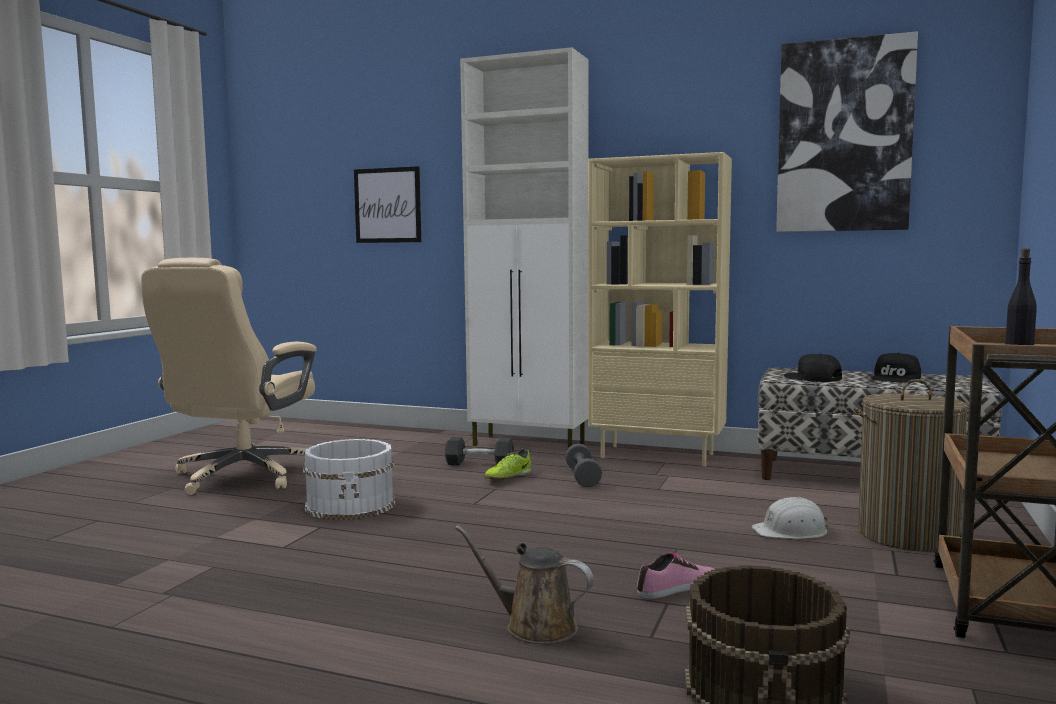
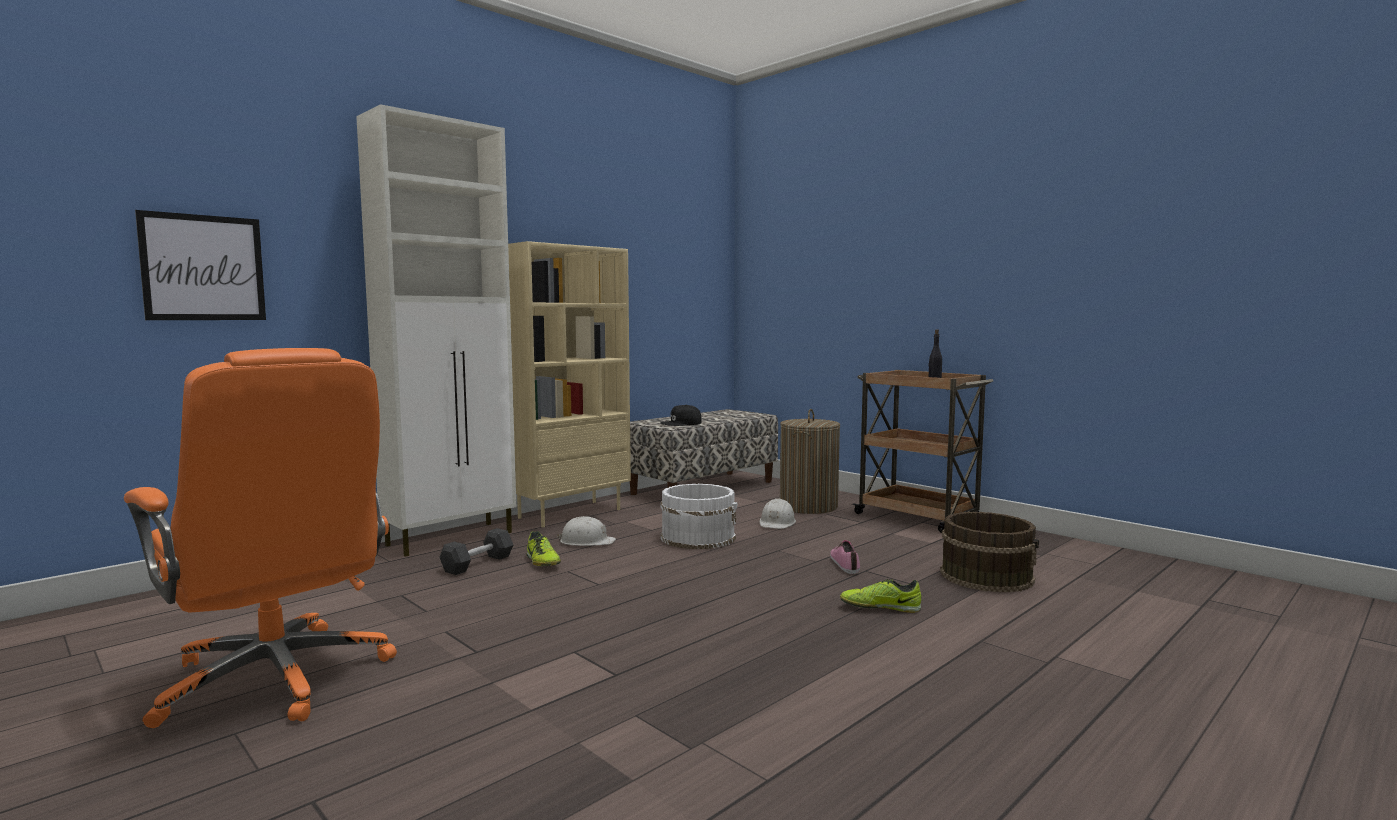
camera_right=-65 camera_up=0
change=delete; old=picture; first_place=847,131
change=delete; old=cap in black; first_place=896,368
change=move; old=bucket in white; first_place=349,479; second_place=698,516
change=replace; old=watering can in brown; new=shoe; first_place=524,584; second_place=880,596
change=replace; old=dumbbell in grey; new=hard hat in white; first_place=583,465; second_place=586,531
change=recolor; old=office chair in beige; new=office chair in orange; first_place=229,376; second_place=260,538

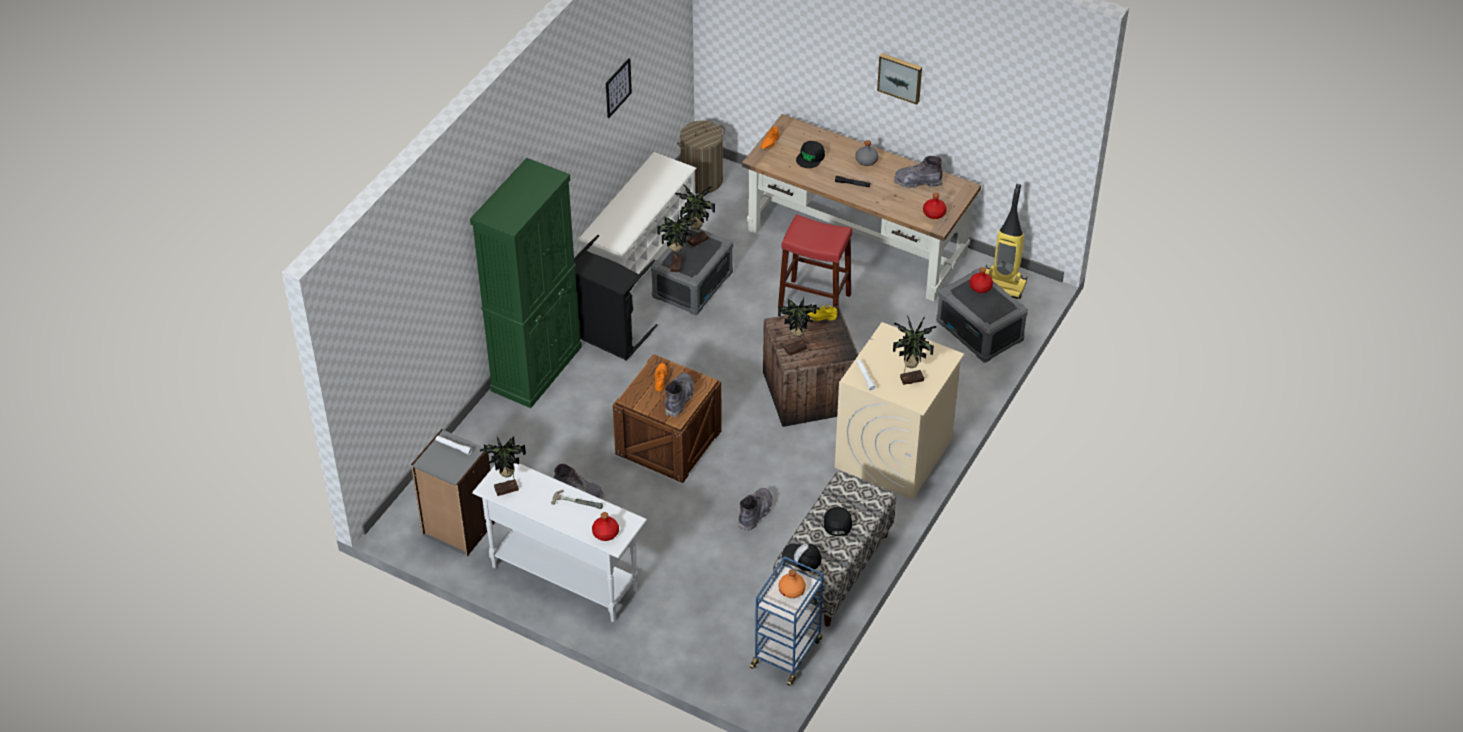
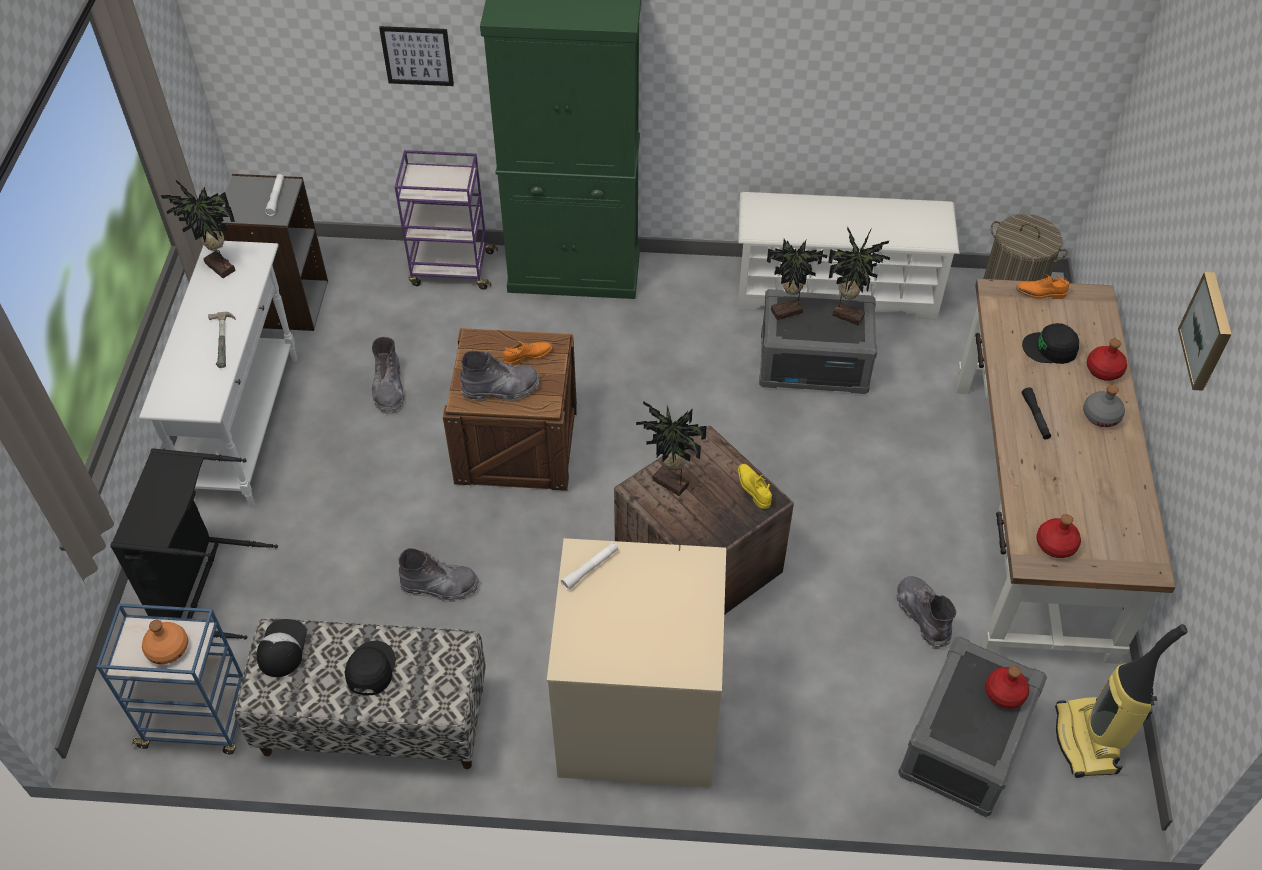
camera_right=65 camera_up=5
change=delete; old=stool in red; first_place=815,261
change=delete; old=potted plant; first_place=914,350
change=insert; new=cart in purple; second_place=446,220
change=move; old=laundry basket in black; first_place=616,298; second_place=194,543
change=move; old=bottle in red; first_place=605,526; second_place=1107,360
change=move; old=picture; first_place=619,88; second_place=416,56
change=move; old=boot in grey; first_place=918,172; second_place=926,612
change=rotate; old=cap in black; first_place=838,521; second_place=370,668; degrees=-60

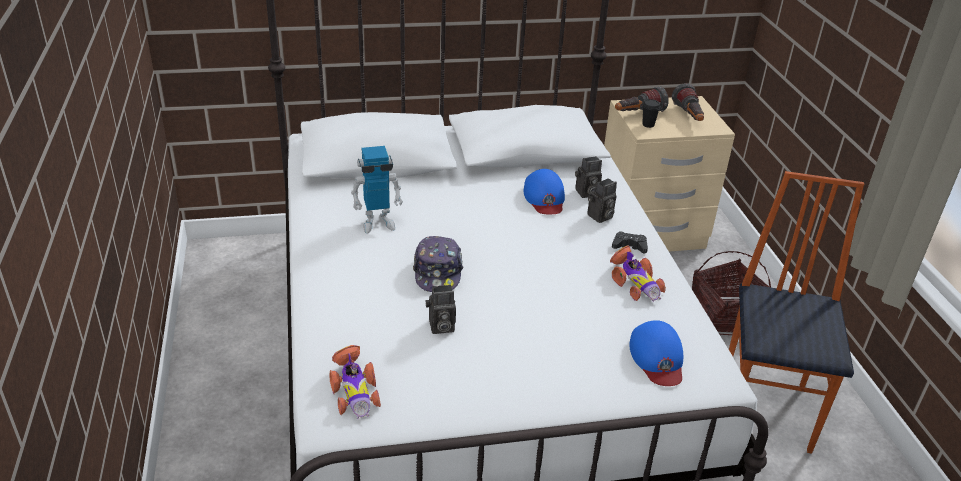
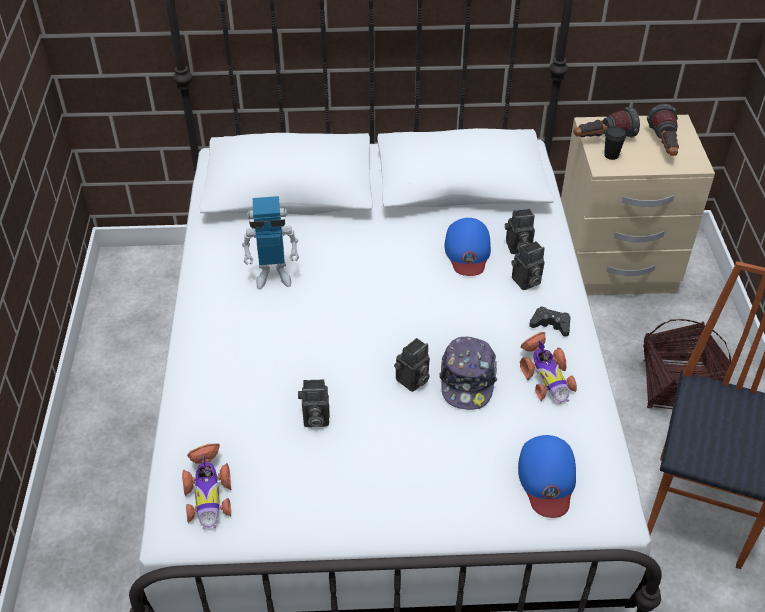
camera_right=10 camera_up=10
change=insert; new=photo camera; second_place=412,365
change=move; old=cap; first_place=438,264; second_place=468,373

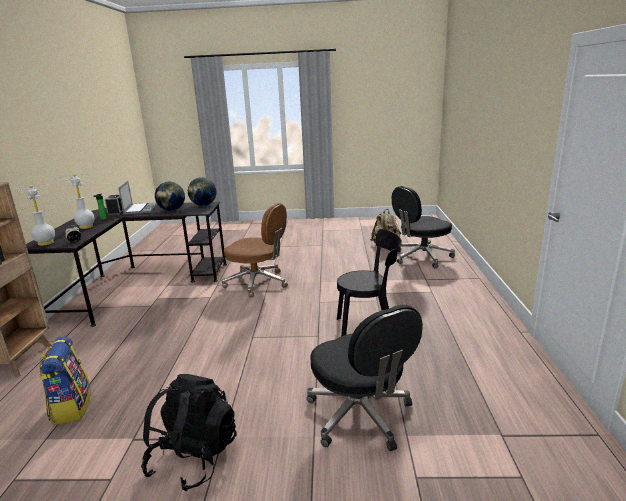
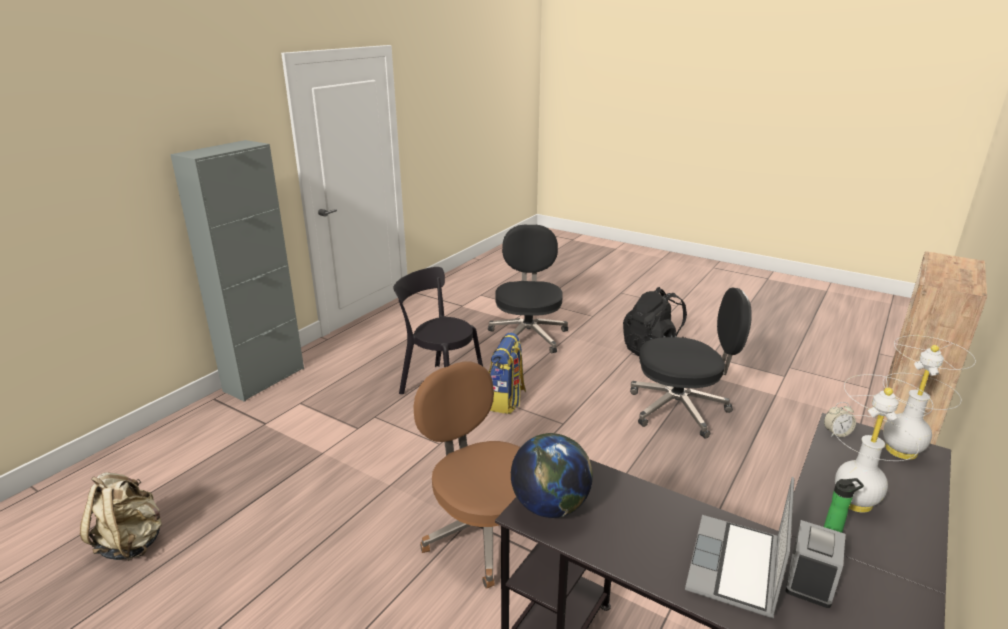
camera_right=-150 camera_up=5
change=delete; old=globe; first_place=170,196
change=insert; new=cabinet in grey; second_place=237,271
change=move; old=backpack; first_place=64,381; second_place=507,373
change=move; old=office chair in black; first_place=423,227; second_place=691,363

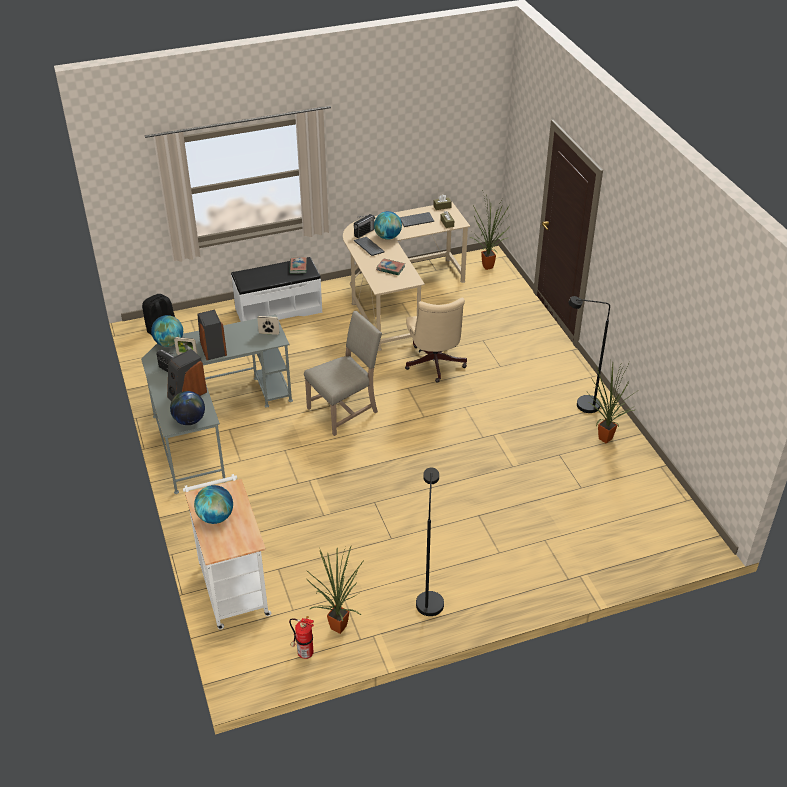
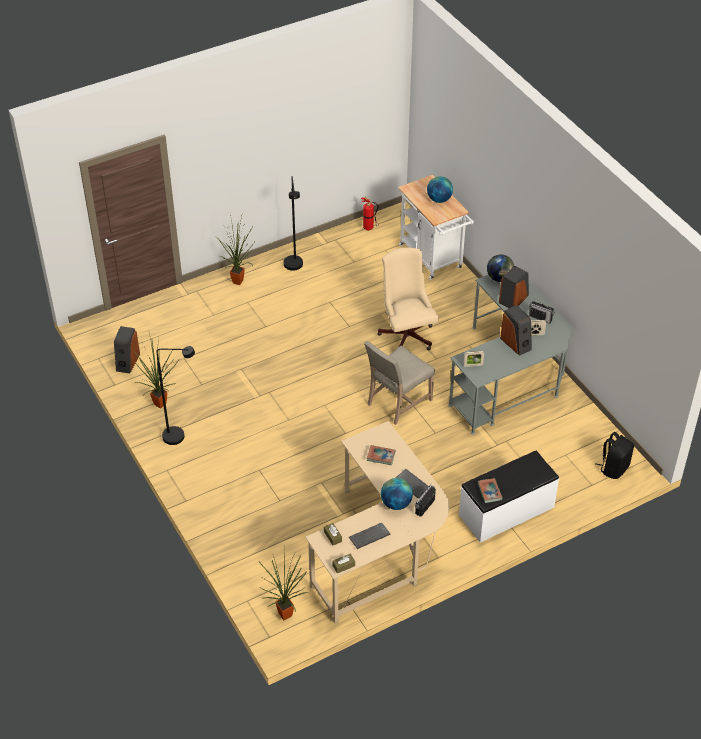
camera_right=170 camera_up=5
change=delete; old=globe; first_place=167,331
change=insert; new=speaker; second_place=127,349
change=move; old=potted plant; first_place=335,590; second_place=235,248
change=move; old=office chair in beige; first_place=436,340; second_place=408,299

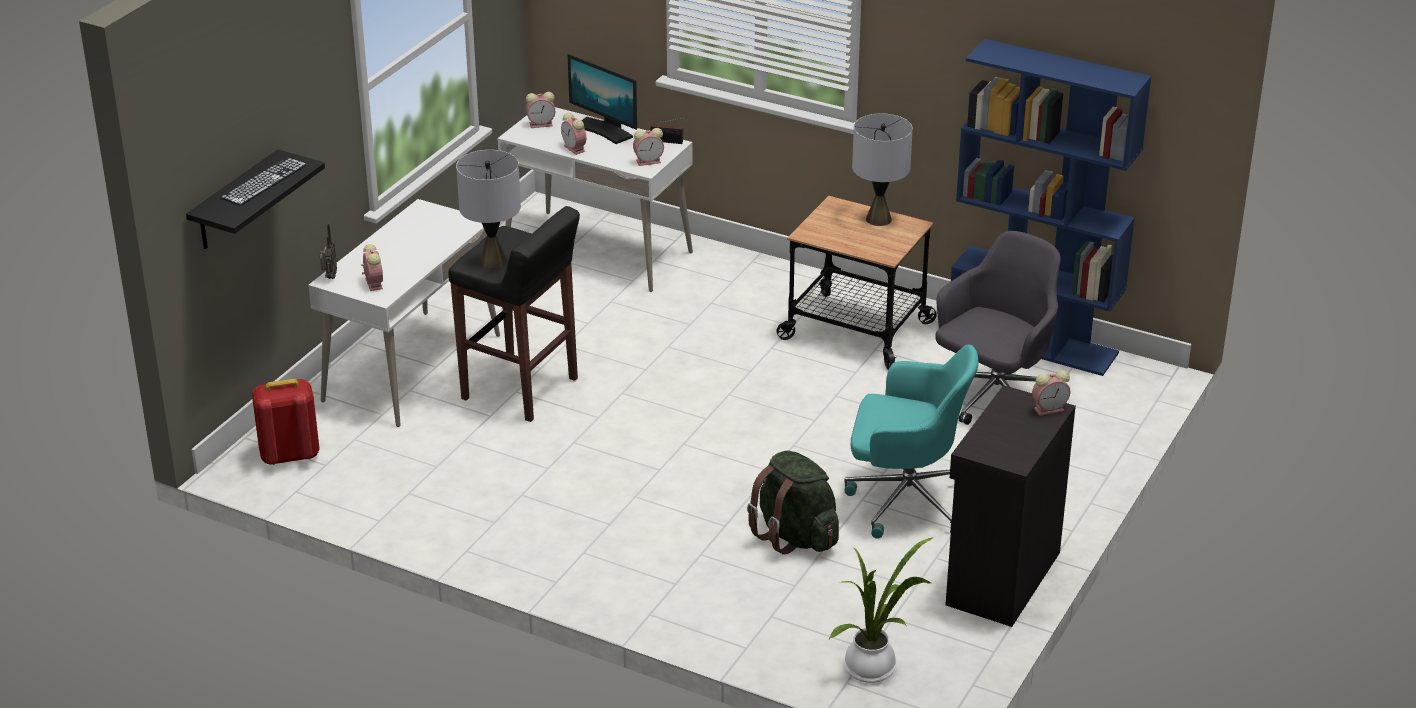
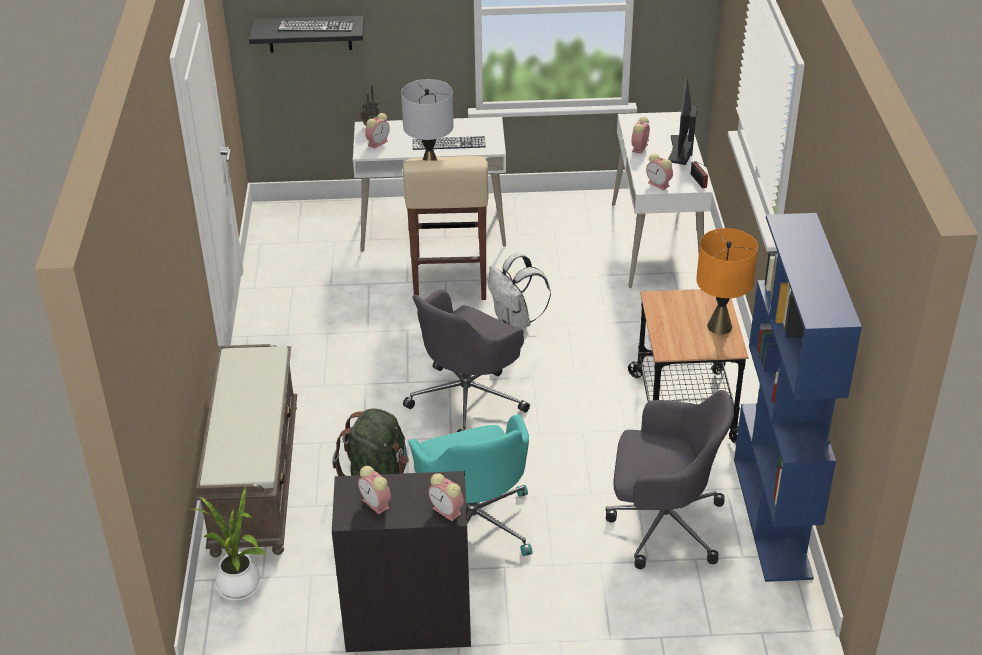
camera_right=60 camera_up=5
change=delete; old=backpack in red; first_place=286,422
change=insert; new=bench in brown; second_place=246,451
change=insert; new=office chair in grey; second_place=466,360
change=insert; new=keyboard; second_place=449,143
change=insert; new=backpack in white; second_place=519,291
change=move; old=alarm clock; first_place=540,110; second_place=374,490
change=recolor; old=stool in black; new=stool in beige; first_place=514,314; second_place=446,228
change=recolor; old=table lamp in grey; new=table lamp in orange; first_place=882,169; second_place=727,281

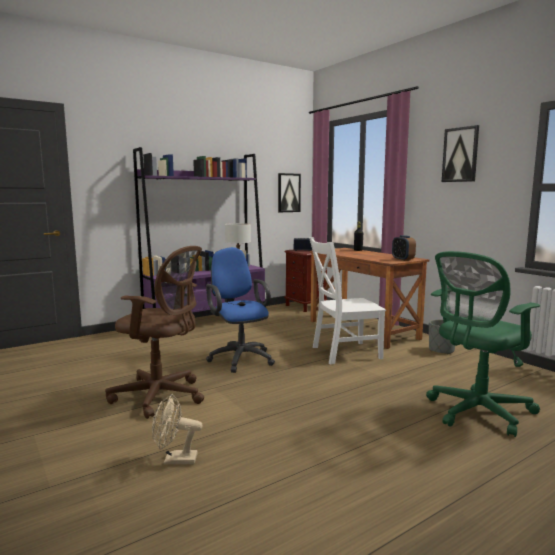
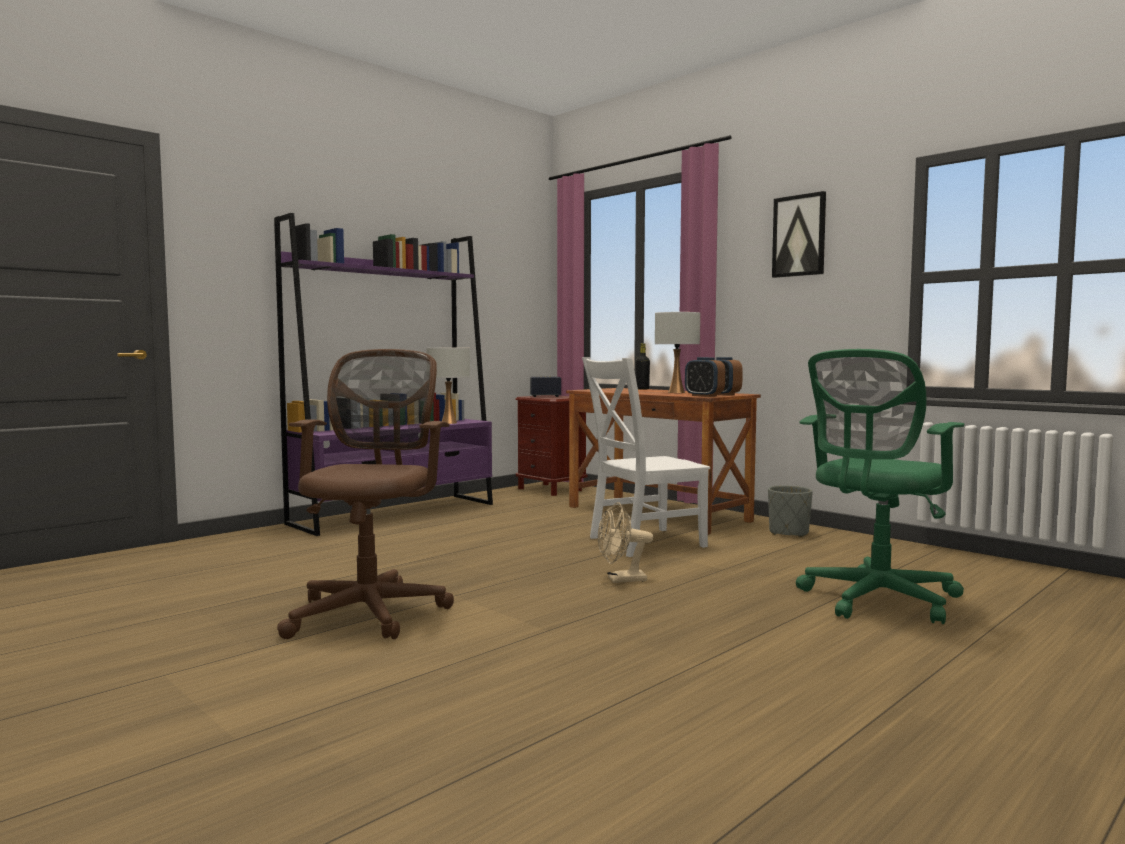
camera_right=-10 camera_up=-5
change=delete; old=office chair in blue; first_place=240,310
change=delete; old=picture; first_place=289,192
change=insert; new=table lamp in white; second_place=677,352
change=insert; new=alarm clock; second_place=705,377
change=move; old=fan in beige; first_place=177,429; second_place=625,542
change=rotate; old=office chair in brown; first_place=154,332; second_place=365,494; degrees=-90

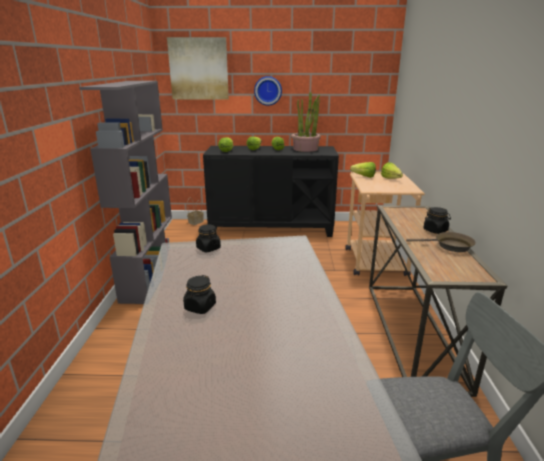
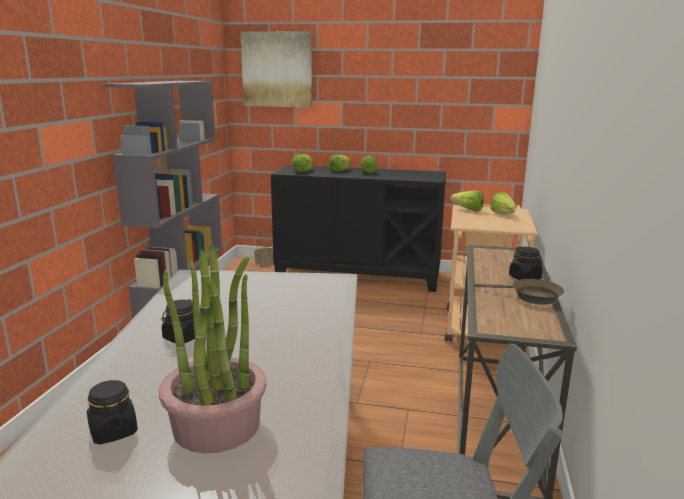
camera_right=10 camera_up=-5
change=delete; old=wall clock; first_place=268,91
change=move; old=jar in black; first_place=208,238; second_place=112,412
change=move; old=potted plant; first_place=306,122; second_place=213,349

